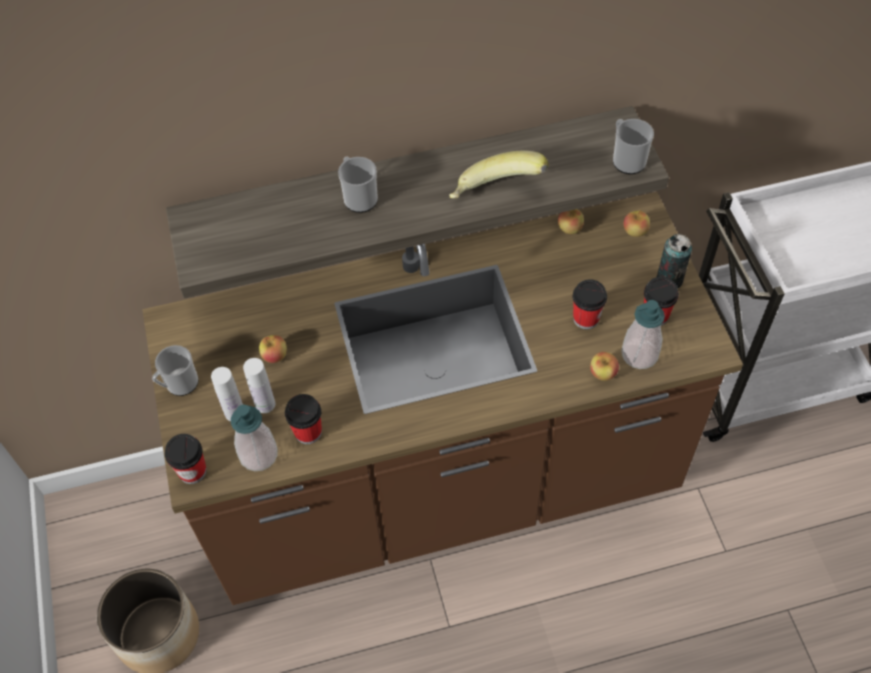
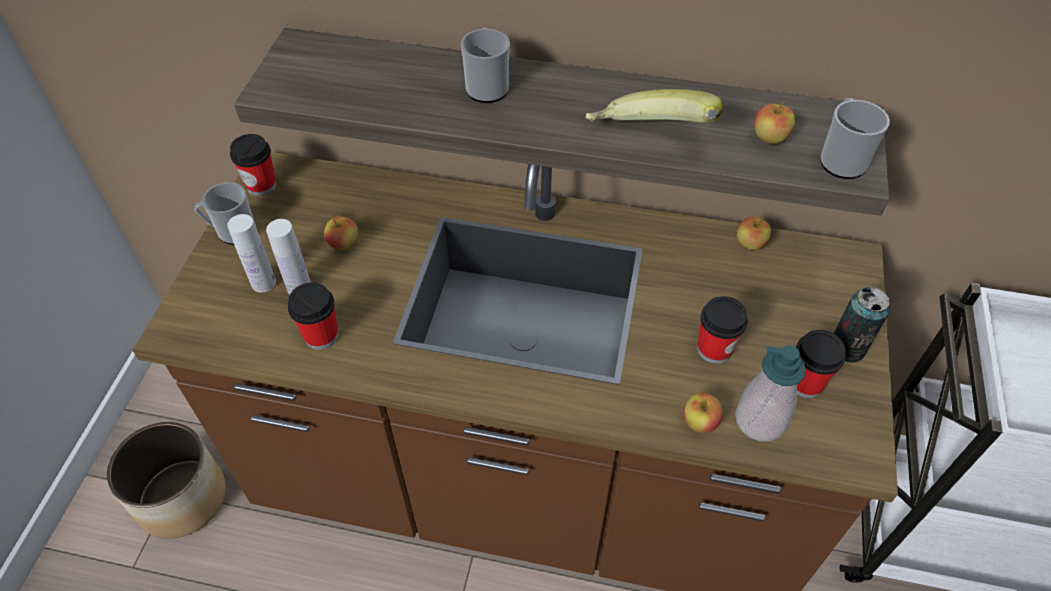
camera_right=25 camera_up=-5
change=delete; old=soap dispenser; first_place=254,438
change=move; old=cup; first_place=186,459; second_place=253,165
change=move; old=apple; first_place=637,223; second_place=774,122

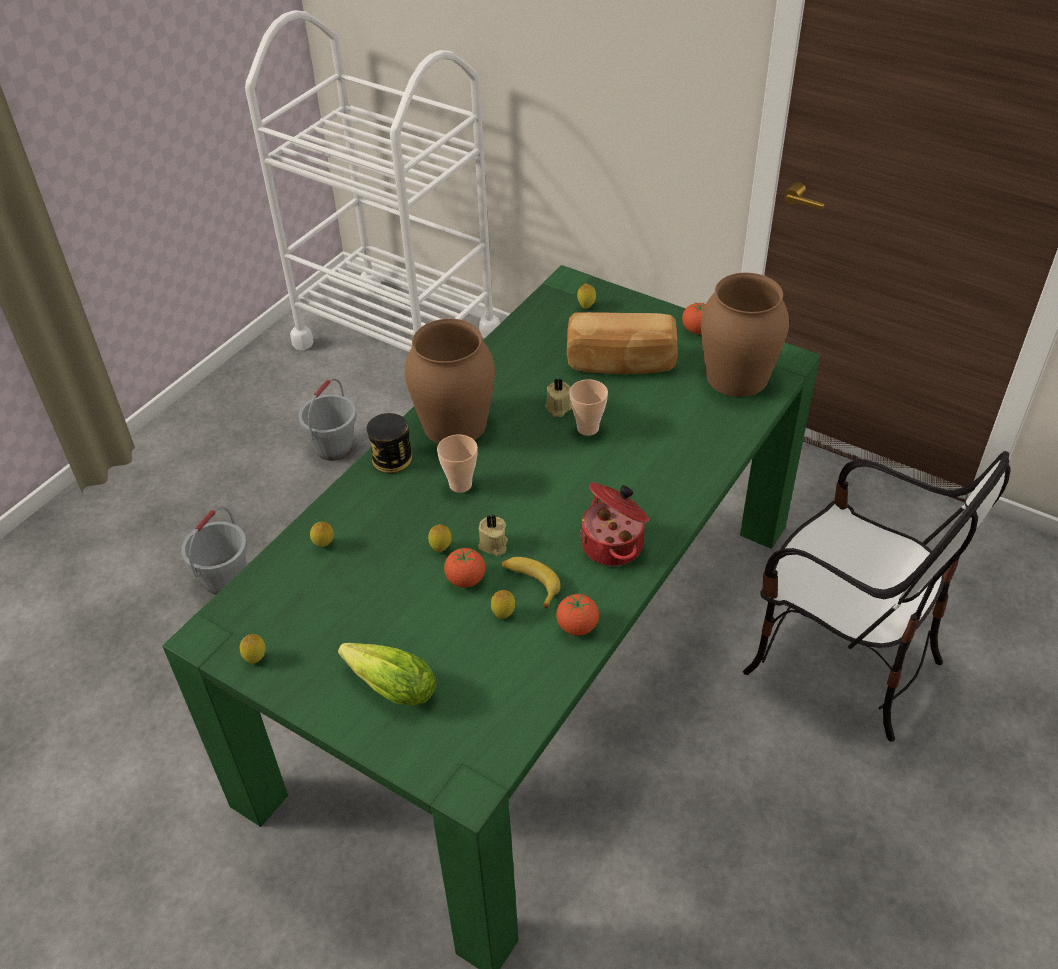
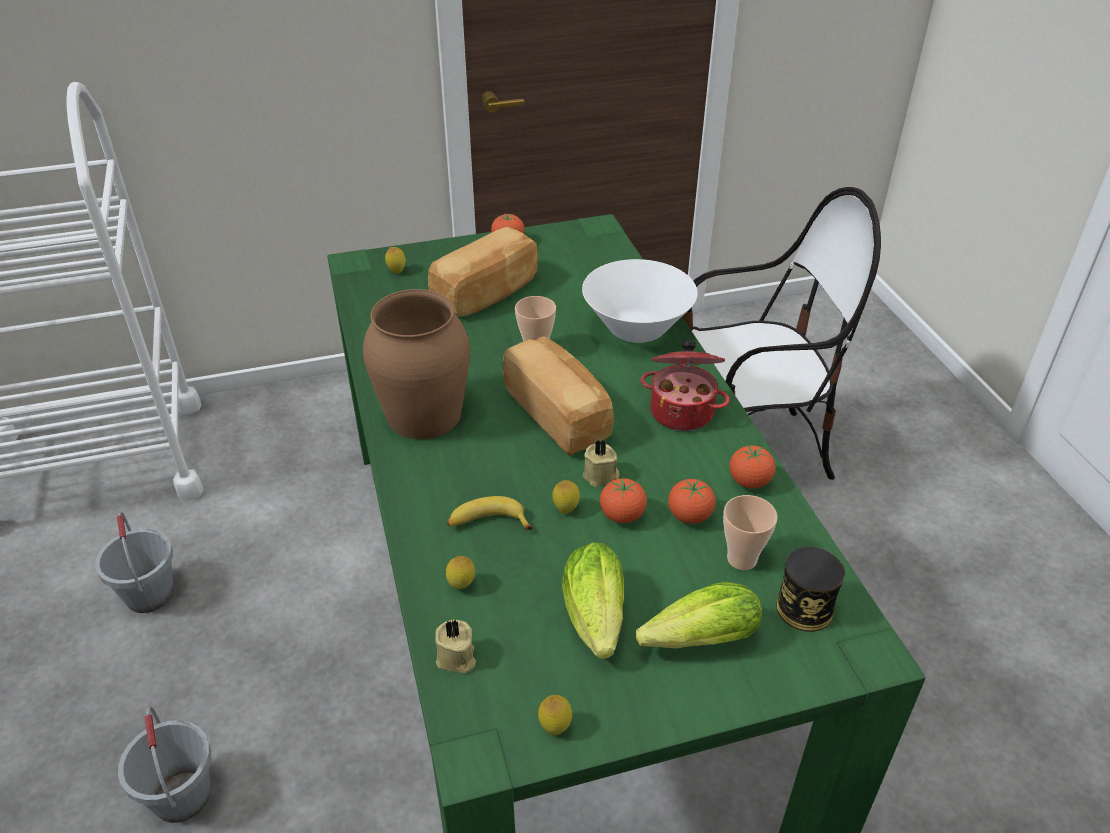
camera_right=-50 camera_up=-5
change=delete; old=vase in brown; first_place=745,335
change=insert; new=bread; second_place=558,396
change=insert; new=lettuce; second_place=593,600
change=insert; new=bowl in white; second_place=640,301
change=move; old=can; first_place=389,443; second_place=810,589
change=move; old=cup; first_place=457,463; second_place=750,532
change=move; old=banana; first_place=531,583; second_place=489,513
change=move; old=candle in beige; first_place=558,397; second_place=455,646
change=replace; old=lemon; new=tomato; first_place=503,604; second_place=692,501

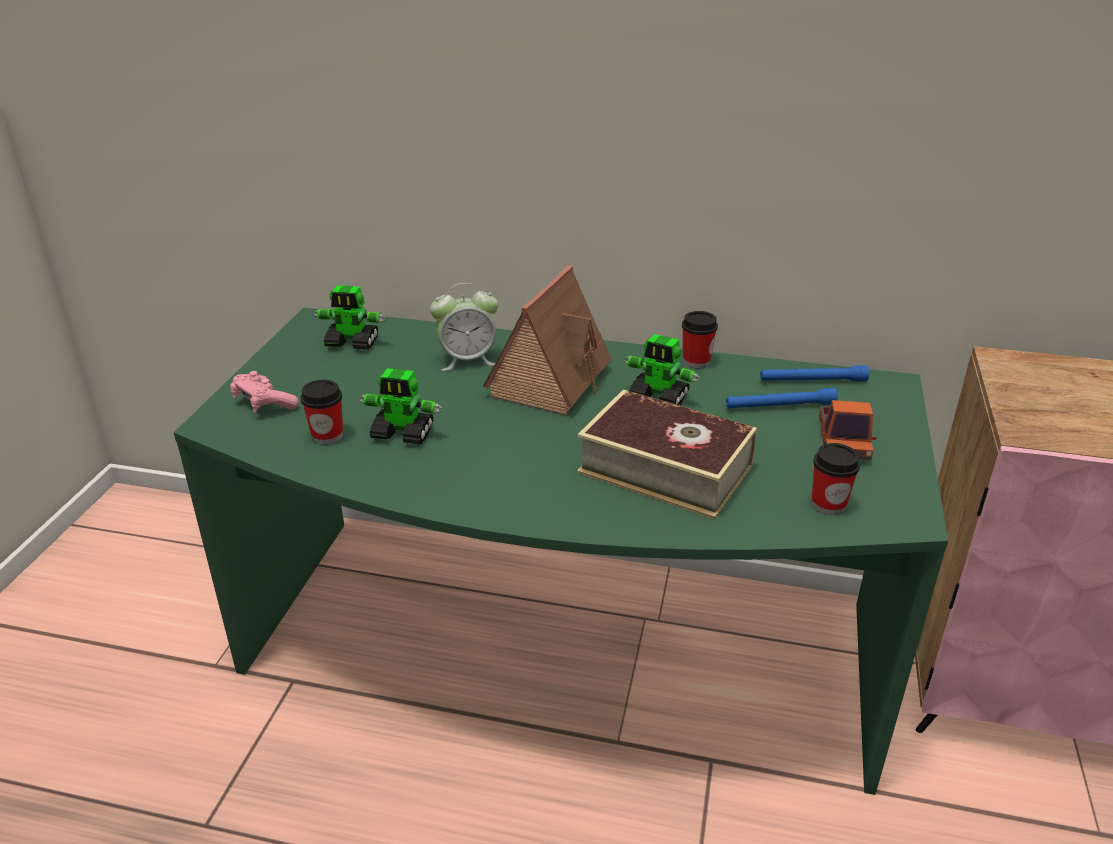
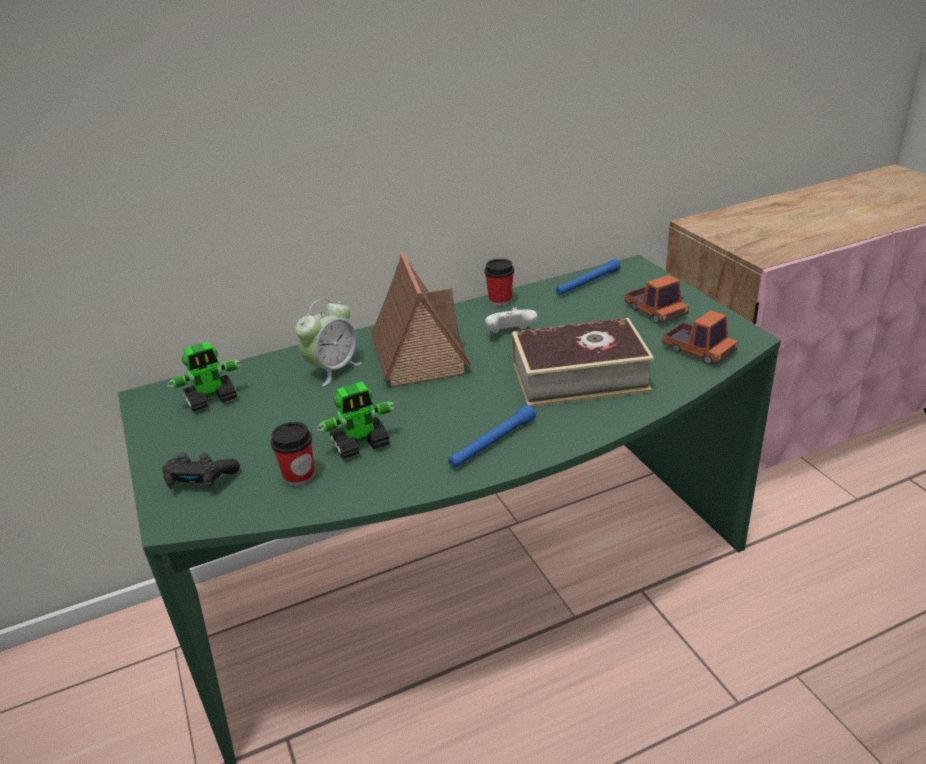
camera_right=-35 camera_up=0
change=move; old=flashlight in blue; first_place=782,398; second_place=492,436
change=replace; old=toy robot; new=game controller in white; first_place=662,369; second_place=511,320
change=replace; old=cup; new=toy truck; first_place=835,479; second_place=700,337
change=recolor; old=game controller in pink; new=game controller in black; first_place=264,392; second_place=201,472

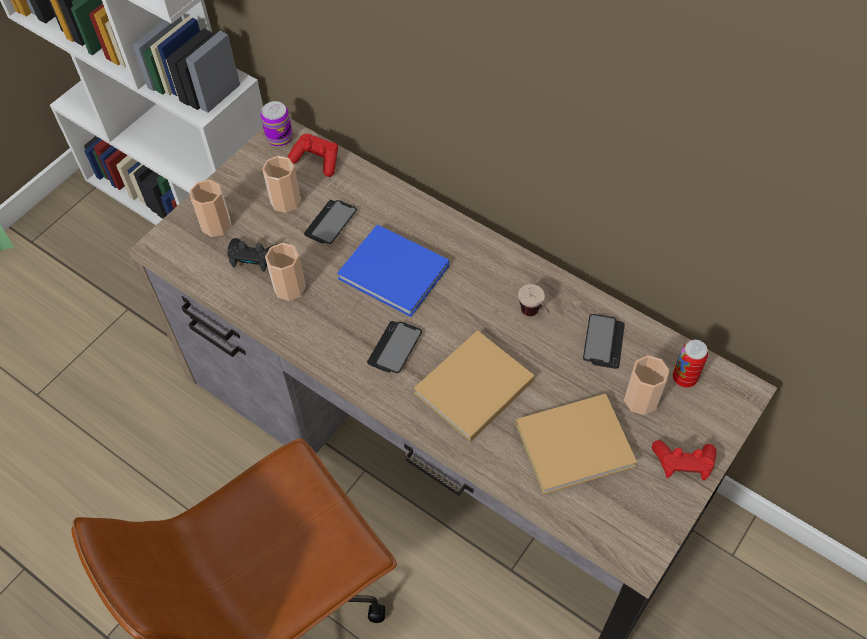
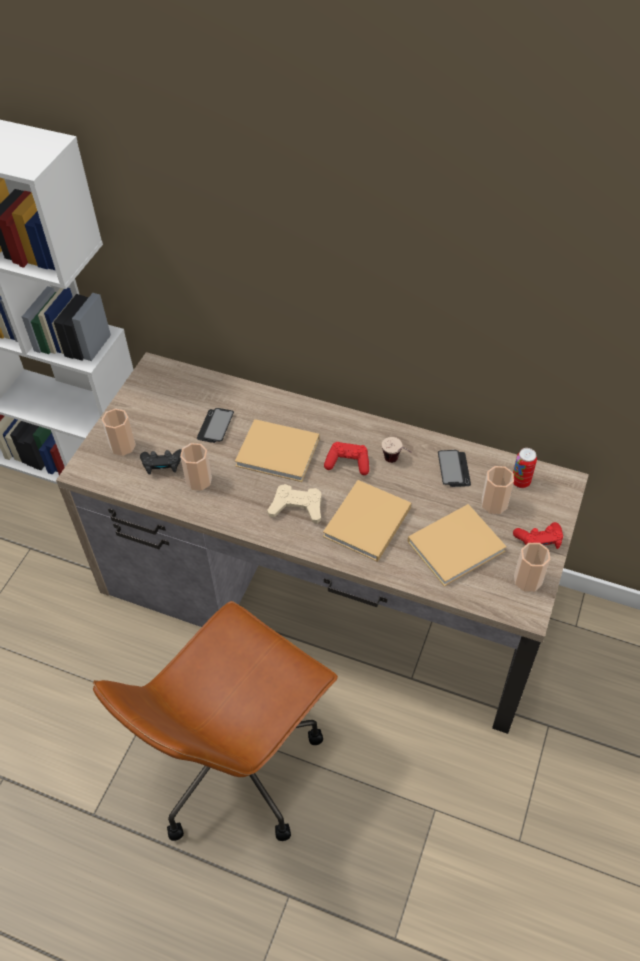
camera_right=-15 camera_up=-5
change=delete; old=can; first_place=276,124
change=move; old=cup; first_place=281,184; second_place=532,567
change=move; old=game controller in red; first_place=313,155; second_place=346,458
change=replace; old=phone; new=game controller in beige; first_place=394,347; second_place=294,504
change=recolor; old=book in blue; new=book in beige; first_place=393,270; second_place=277,450

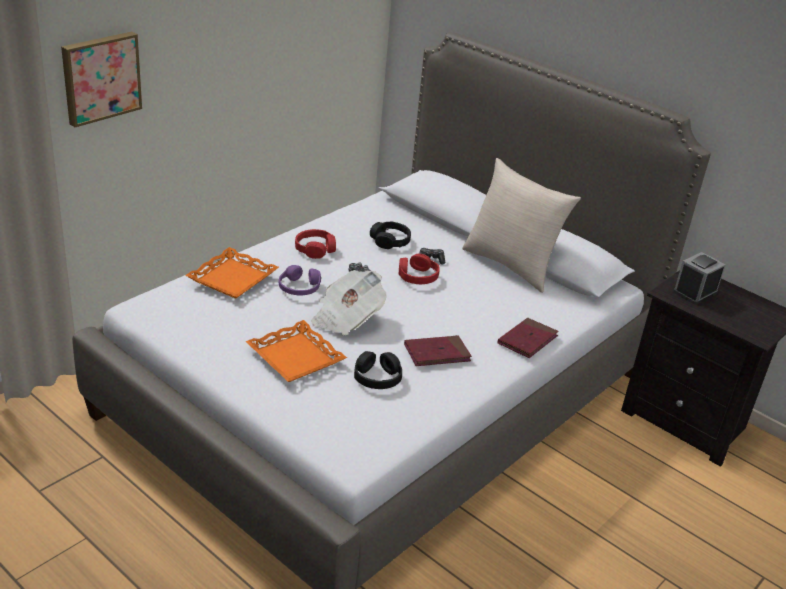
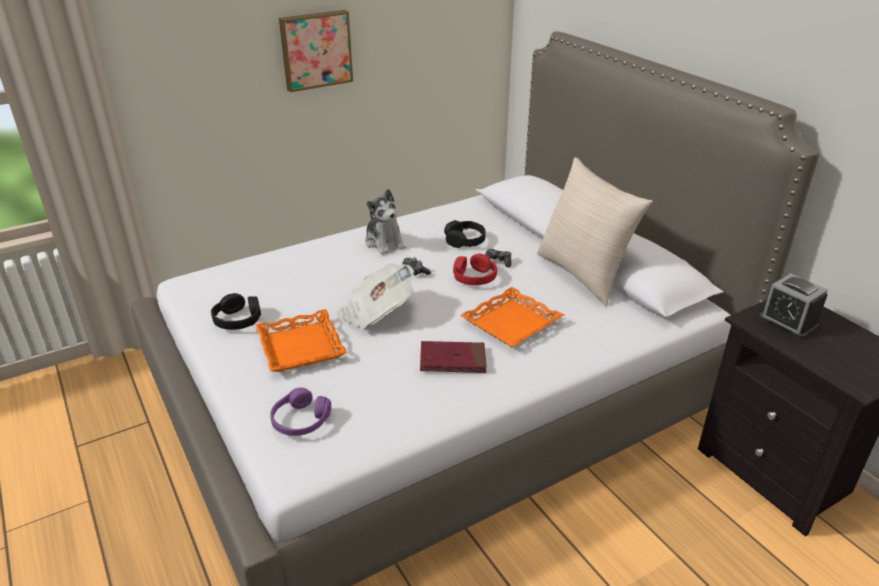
camera_right=20 camera_up=0
change=delete; old=book in red; first_place=528,338
change=move; old=picture; first_place=101,79; second_place=316,51
change=move; old=tray in orange; first_place=232,273; second_place=512,317
change=move; old=headphones in purple; first_place=300,280; second_place=300,411
change=move; old=headphones in black; first_place=378,370; second_place=236,311
change=replace; old=headphones in red; new=plush toy; first_place=315,244; second_place=385,222
change=rotate; old=alarm clock; first_place=699,278; second_place=793,306; degrees=-105

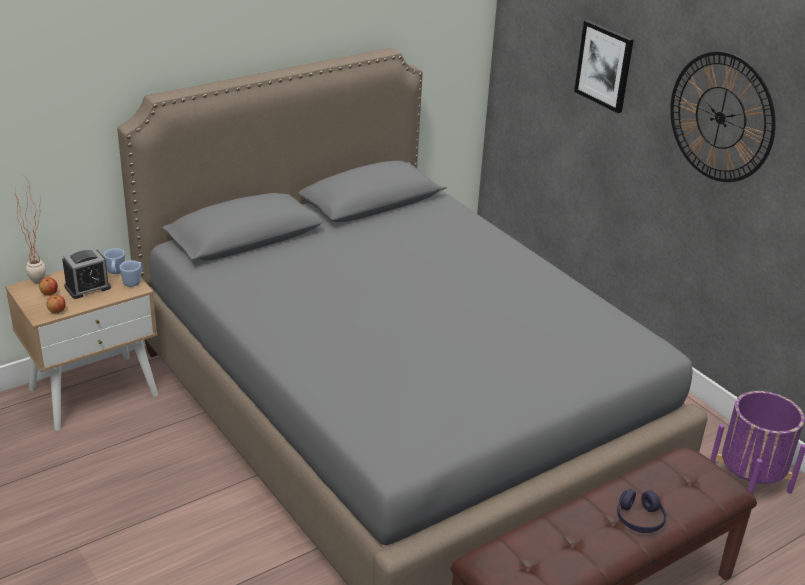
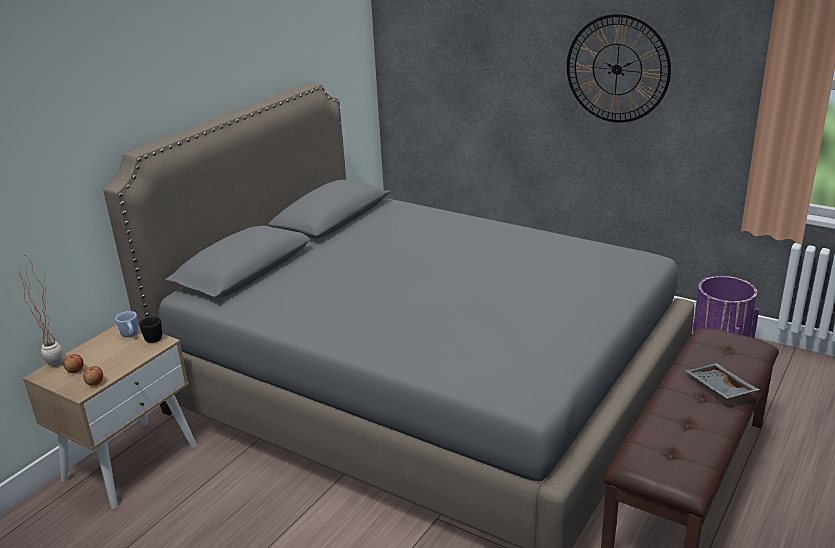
camera_right=-20 camera_up=-5
change=delete; old=alarm clock; first_place=86,273
change=delete; old=picture; first_place=604,66
change=replace; old=headphones in purple; new=tray in grey; first_place=642,511; second_place=722,381
change=recolor; old=mug in blue; new=mug in black; first_place=131,273; second_place=150,329

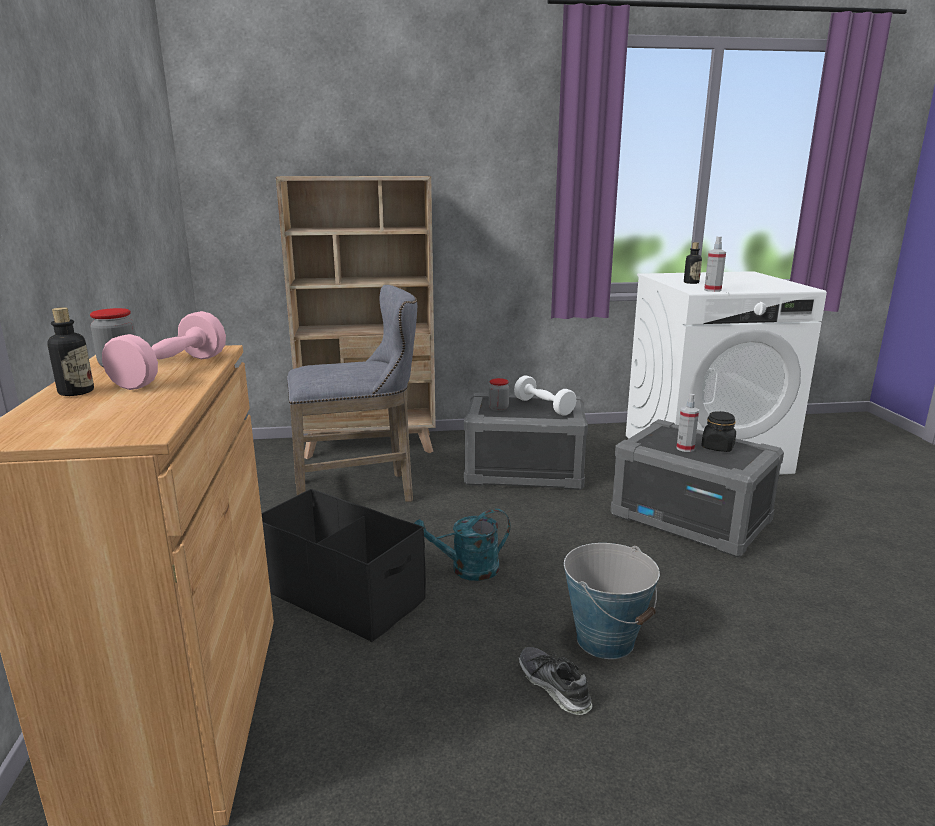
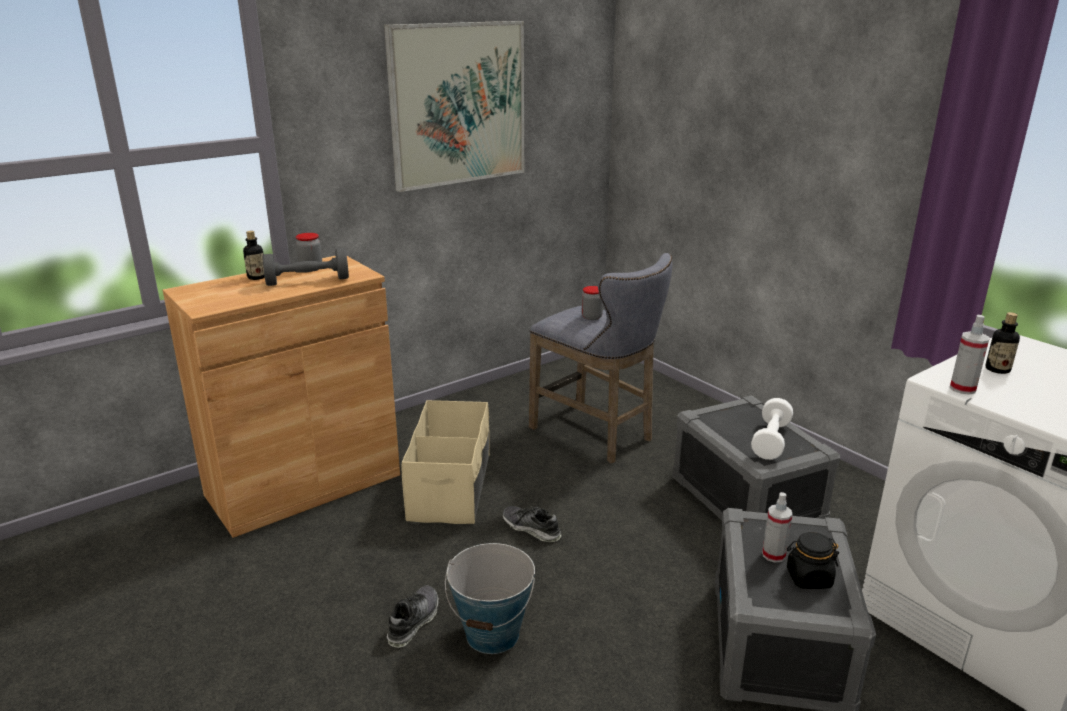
camera_right=60 camera_up=5
change=delete; old=bookcase in beige; first_place=356,317
change=insert; new=picture; second_place=454,106
change=move; old=jar; first_place=499,394; second_place=592,303
change=replace; old=watering can in turquoise; new=shoe; first_place=462,545; second_place=532,524
change=recolor; old=dumbbell in pink; new=dumbbell in grey; first_place=164,350; second_place=305,267
change=recolor; old=storage box in black; new=storage box in beige; first_place=344,565; second_place=446,462

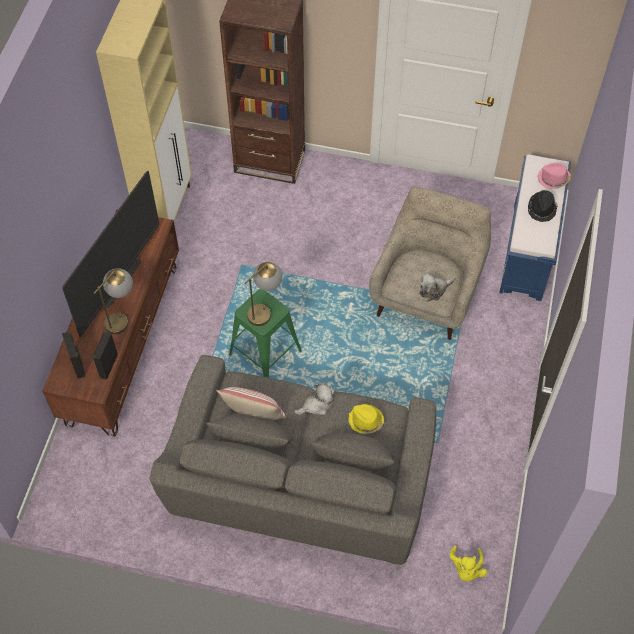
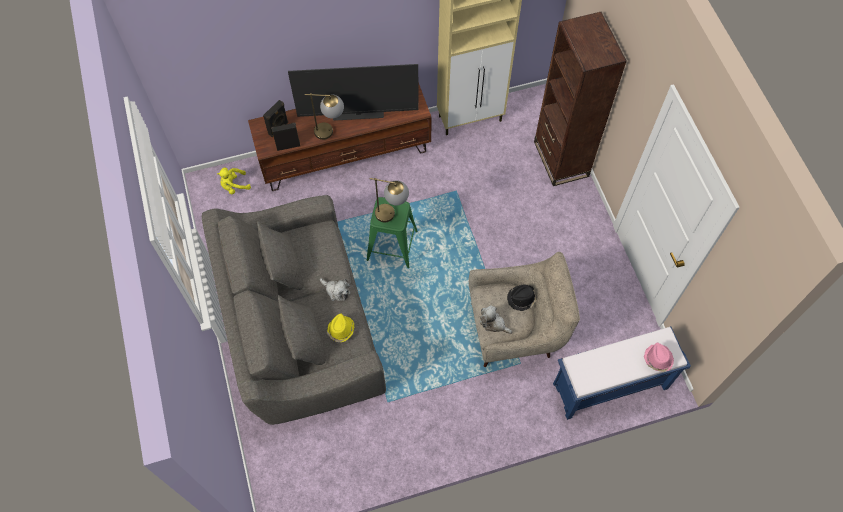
camera_right=60 camera_up=5
change=delete; old=pillow; first_place=251,403
change=move; old=plush toy in yellow; first_place=468,563; second_place=234,181
change=move; old=hat in black; first_place=543,206; second_place=521,297

